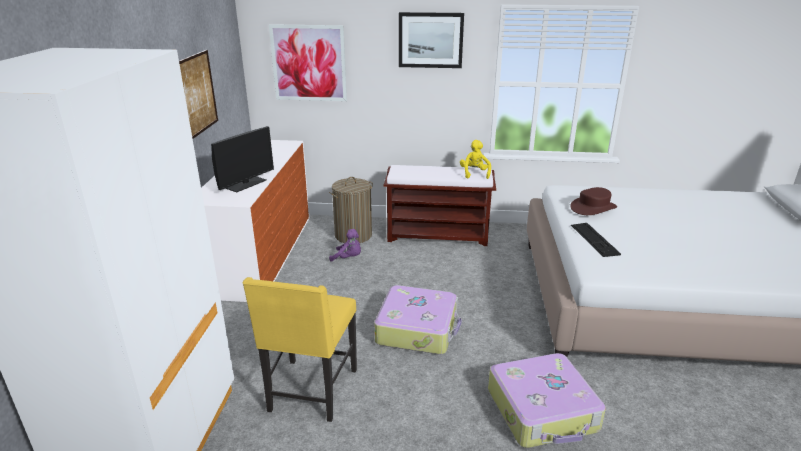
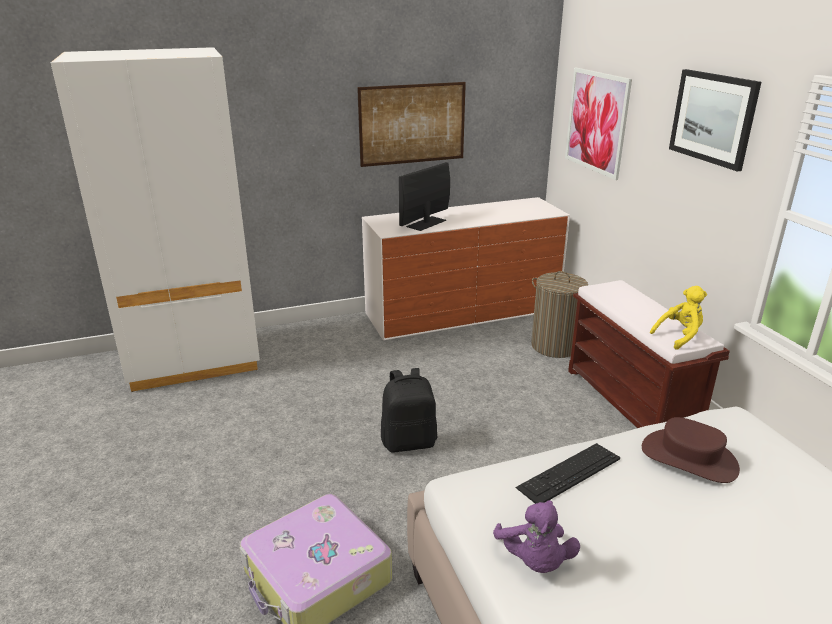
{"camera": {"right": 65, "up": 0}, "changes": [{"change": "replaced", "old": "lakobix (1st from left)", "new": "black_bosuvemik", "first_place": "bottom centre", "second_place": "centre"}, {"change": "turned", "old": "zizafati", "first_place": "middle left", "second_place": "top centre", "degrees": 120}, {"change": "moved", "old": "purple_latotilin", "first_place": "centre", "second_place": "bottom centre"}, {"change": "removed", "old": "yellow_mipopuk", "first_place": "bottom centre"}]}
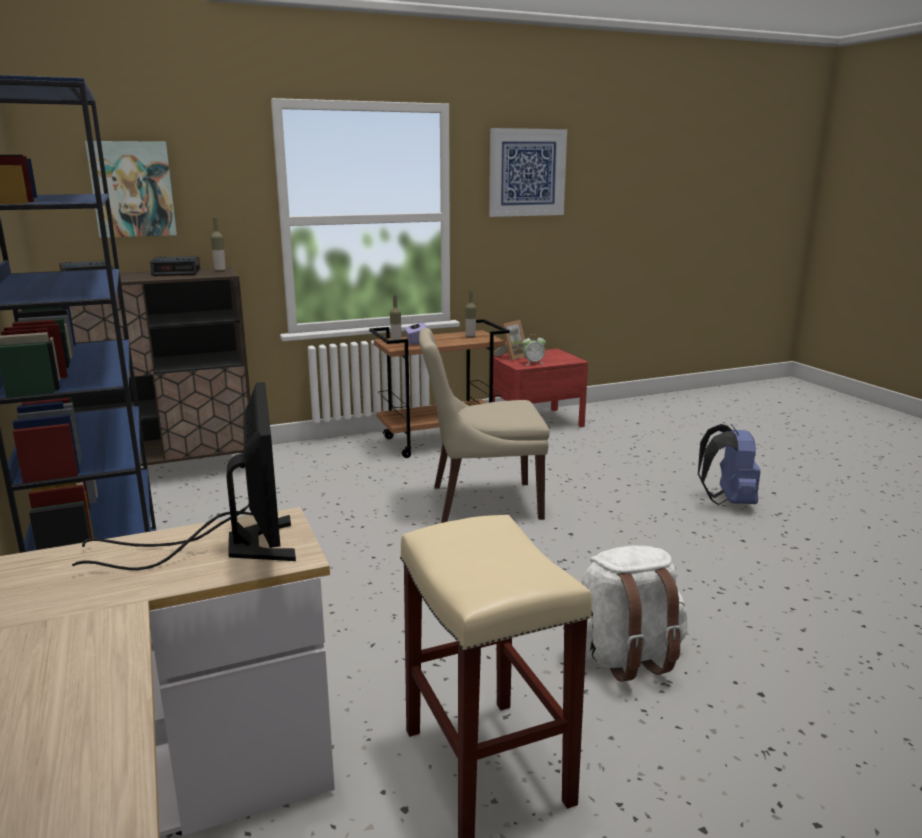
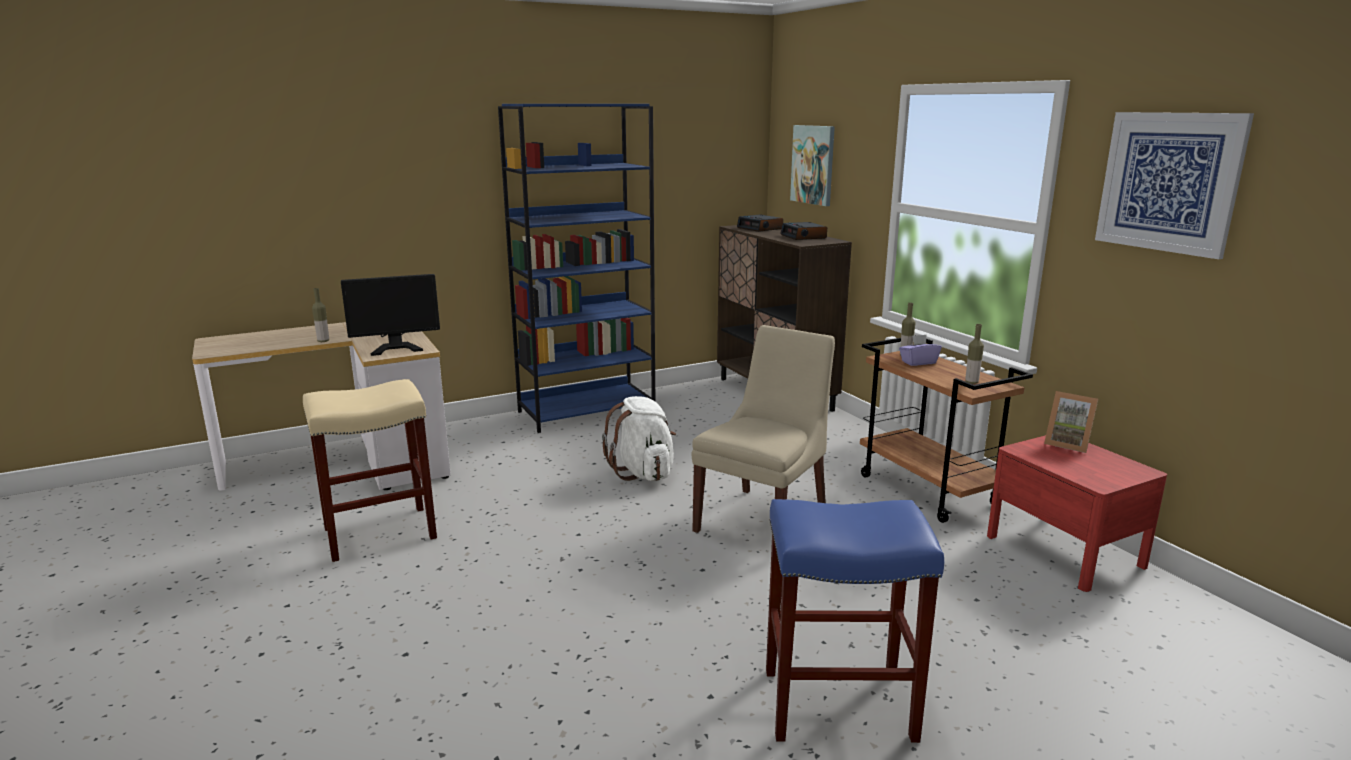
{"camera": {"right": 85, "up": 0}, "changes": [{"change": "moved", "old": "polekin (1st from left)", "first_place": "top left", "second_place": "middle left"}, {"change": "moved", "old": "white_bosuvemik", "first_place": "bottom right", "second_place": "centre"}, {"change": "turned", "old": "beige_mipopuk", "first_place": "centre", "second_place": "centre", "degrees": 45}, {"change": "replaced", "old": "blue_bosuvemik", "new": "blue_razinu", "first_place": "middle right", "second_place": "bottom centre"}, {"change": "removed", "old": "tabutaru (3rd from left)", "first_place": "centre"}]}
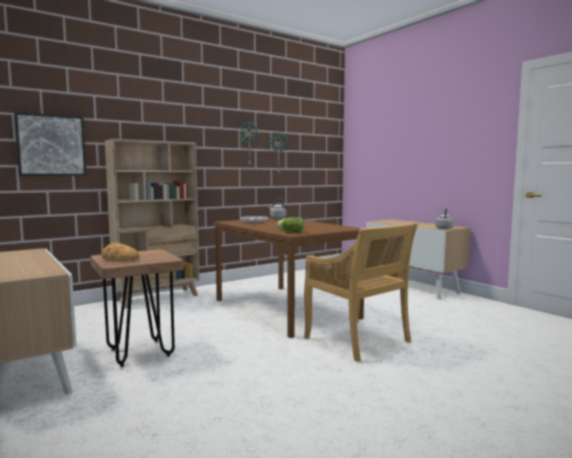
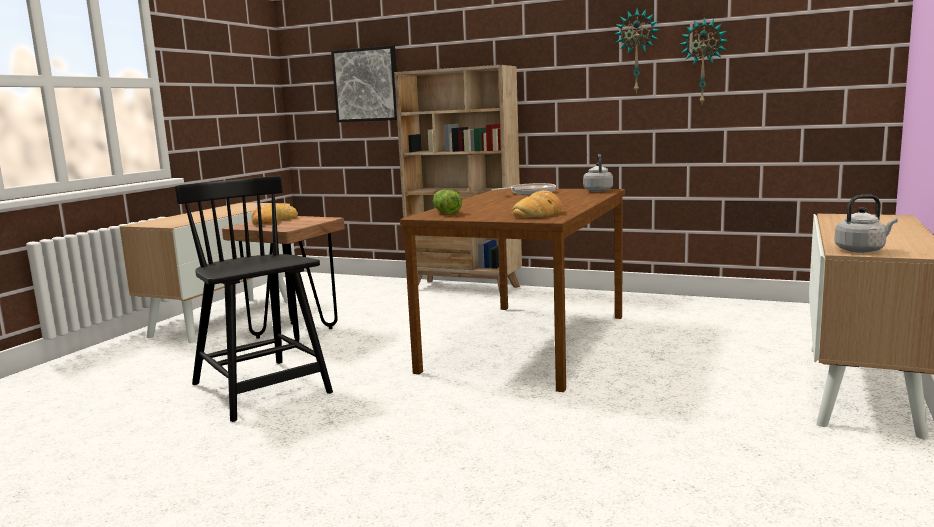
{"camera": {"right": 60, "up": 5}, "changes": [{"change": "added", "new": "black_mipopuk", "second_place": "middle left"}, {"change": "added", "new": "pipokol (2nd from left)", "second_place": "centre"}, {"change": "removed", "old": "beige_mipopuk", "first_place": "centre"}]}
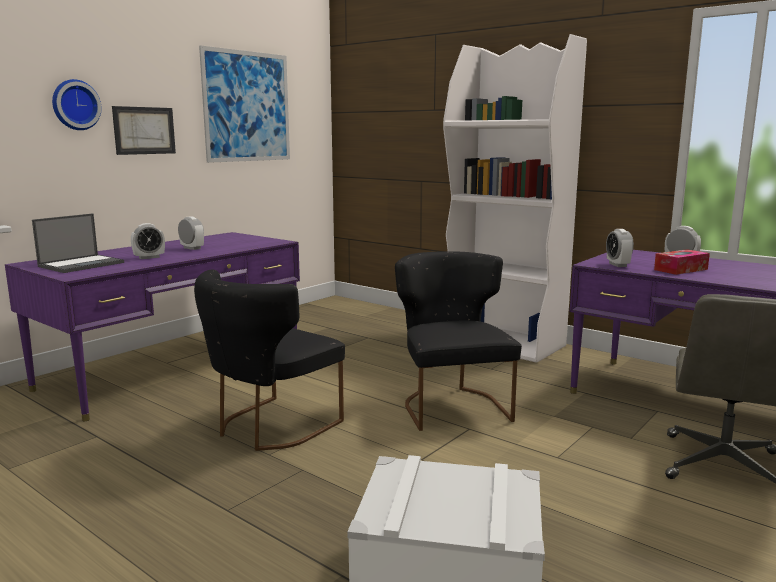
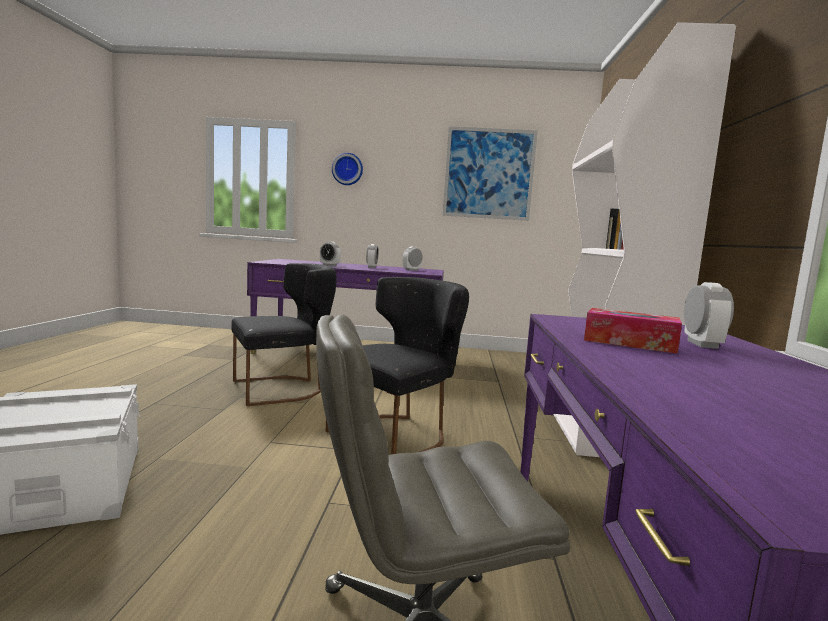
{"camera": {"right": 55, "up": -5}, "changes": [{"change": "turned", "old": "black_mipopuk (1st from left)", "first_place": "centre", "second_place": "centre", "degrees": 150}, {"change": "moved", "old": "tabutaru (3rd from left)", "first_place": "middle right", "second_place": "centre"}, {"change": "removed", "old": "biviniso", "first_place": "middle left"}, {"change": "removed", "old": "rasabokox (1st from left)", "first_place": "top left"}]}
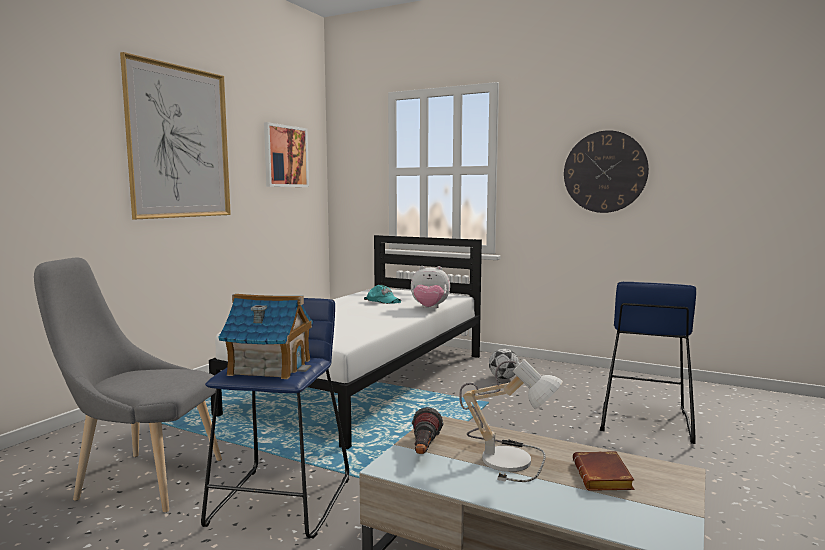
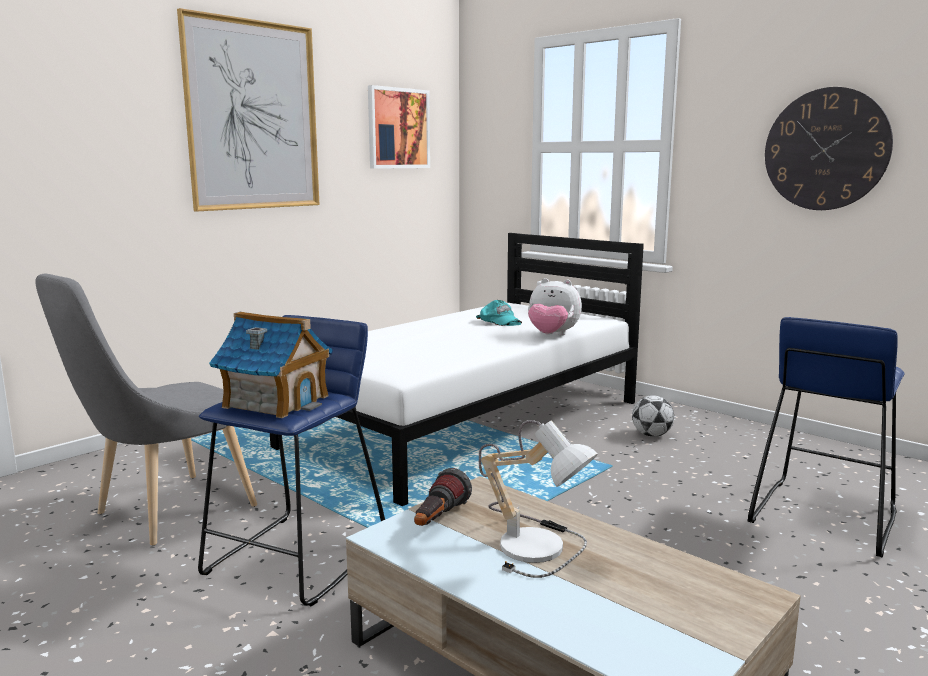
{"camera": {"right": 15, "up": 5}, "changes": [{"change": "turned", "old": "grey_mipopuk", "first_place": "bottom left", "second_place": "middle left", "degrees": -75}, {"change": "removed", "old": "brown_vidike", "first_place": "bottom right"}]}
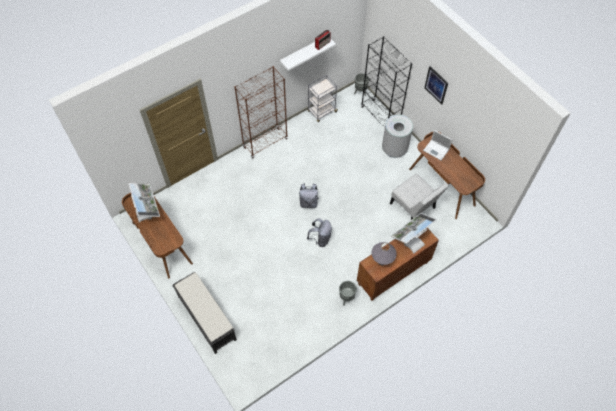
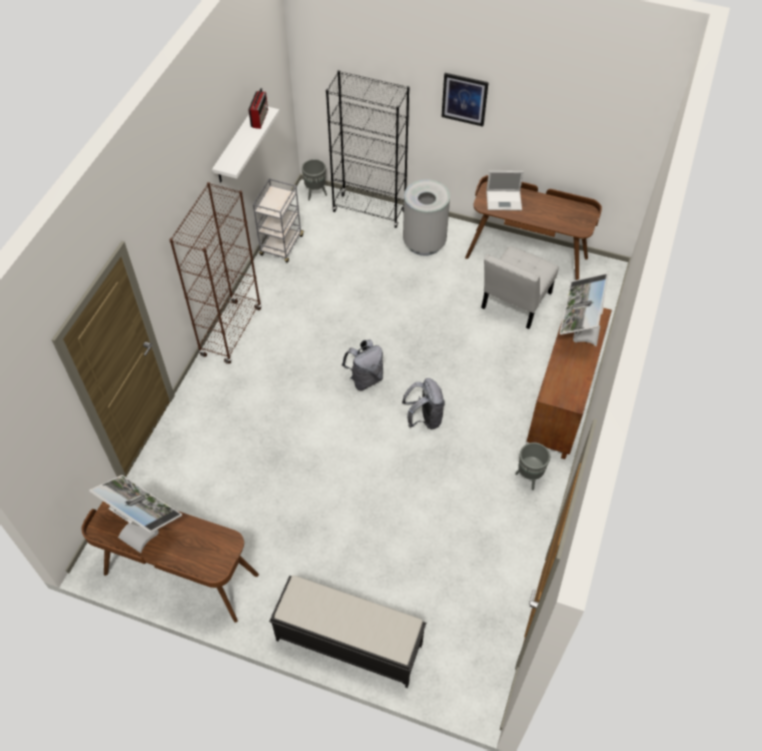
{"camera": {"right": -35, "up": -5}, "changes": [{"change": "turned", "old": "white_mipopuk", "first_place": "middle right", "second_place": "middle right", "degrees": 105}, {"change": "removed", "old": "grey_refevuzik", "first_place": "centre"}]}
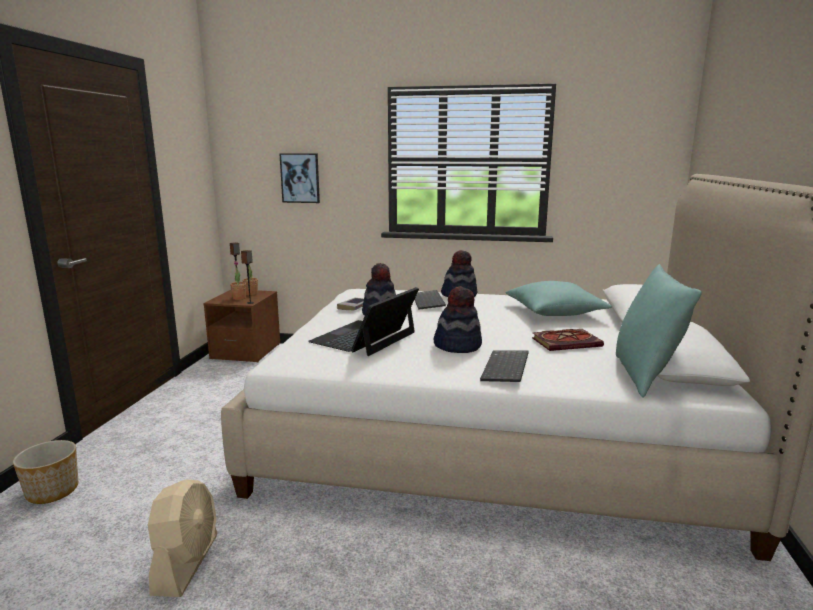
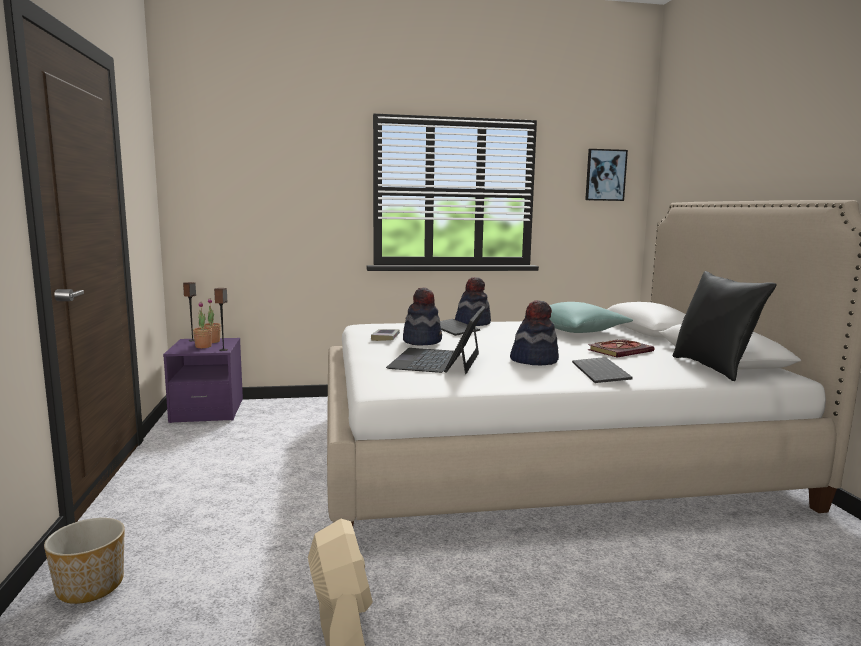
{"camera": {"right": -20, "up": -5}, "changes": [{"change": "recoloured", "old": "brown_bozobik", "new": "purple_bozobik", "first_place": "middle left", "second_place": "middle left"}, {"change": "moved", "old": "rasabokox", "first_place": "top centre", "second_place": "top right"}, {"change": "recoloured", "old": "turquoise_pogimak (2nd from left)", "new": "black_pogimak", "first_place": "middle right", "second_place": "middle right"}]}
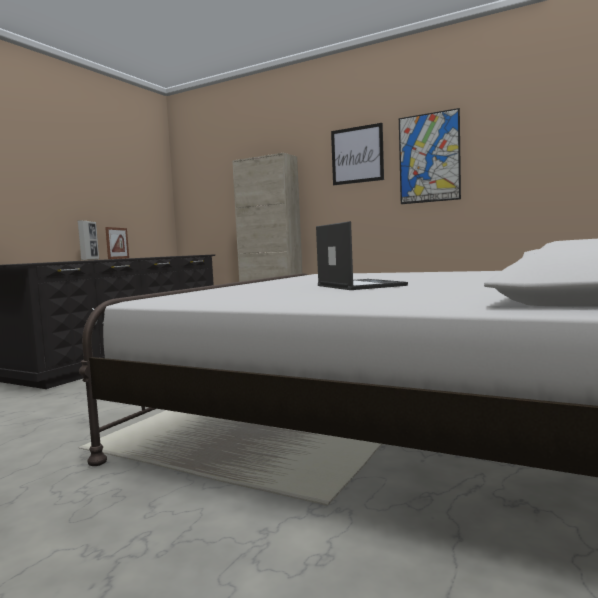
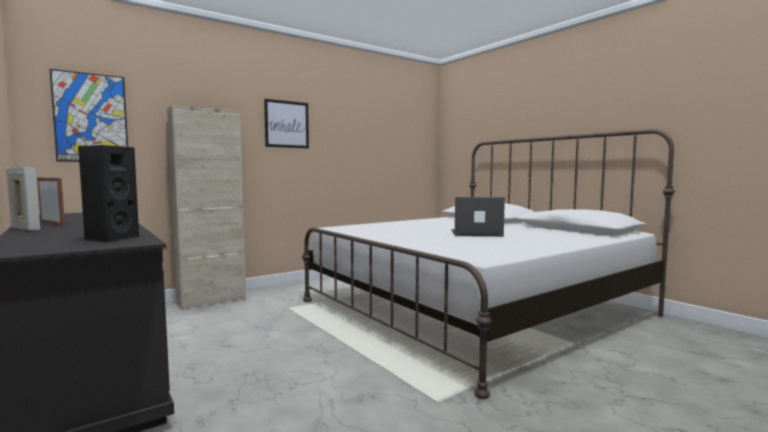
{"camera": {"right": -65, "up": 0}, "changes": [{"change": "moved", "old": "rasabokox (2nd from left in the first image)", "new": "rasabokox (1st from left)", "first_place": "top right", "second_place": "top left"}, {"change": "added", "new": "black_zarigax", "second_place": "middle left"}]}
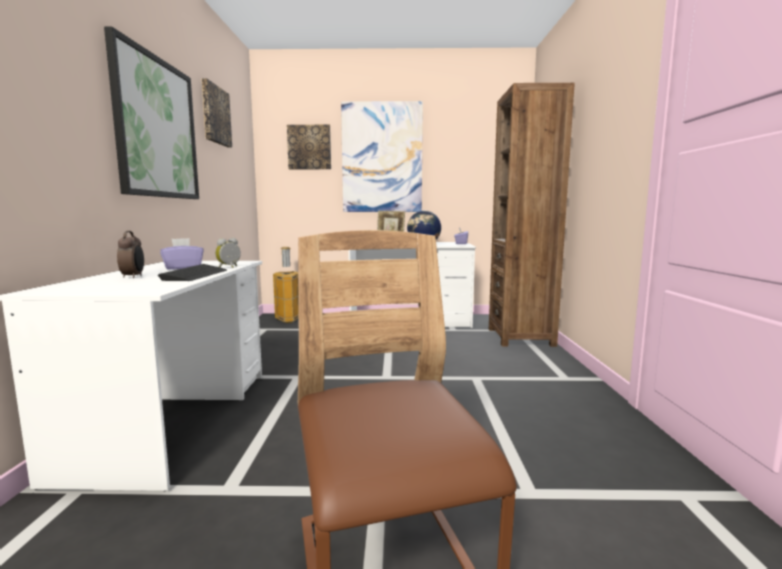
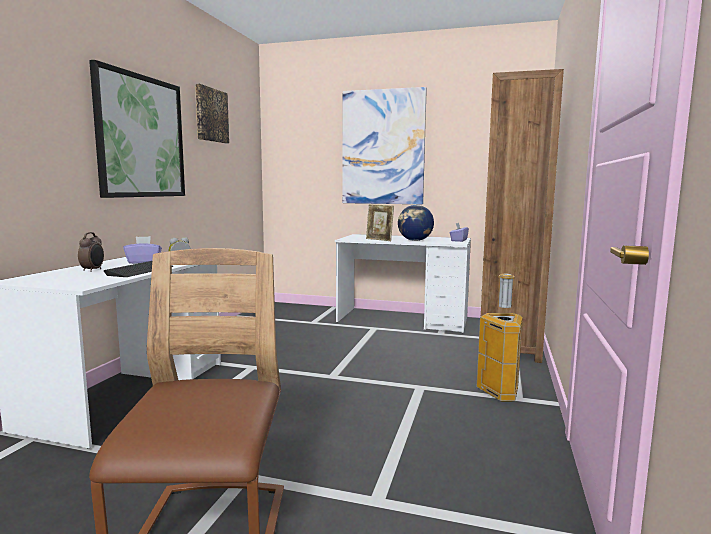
{"camera": {"right": 15, "up": 0}, "changes": [{"change": "moved", "old": "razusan", "first_place": "centre", "second_place": "middle right"}, {"change": "removed", "old": "rasabokox (3rd from left)", "first_place": "top centre"}]}
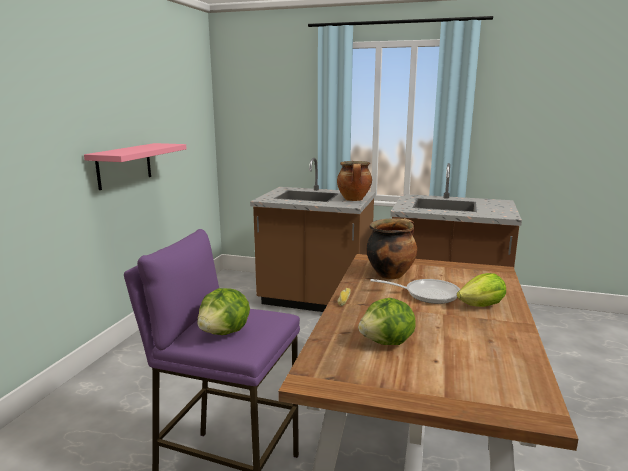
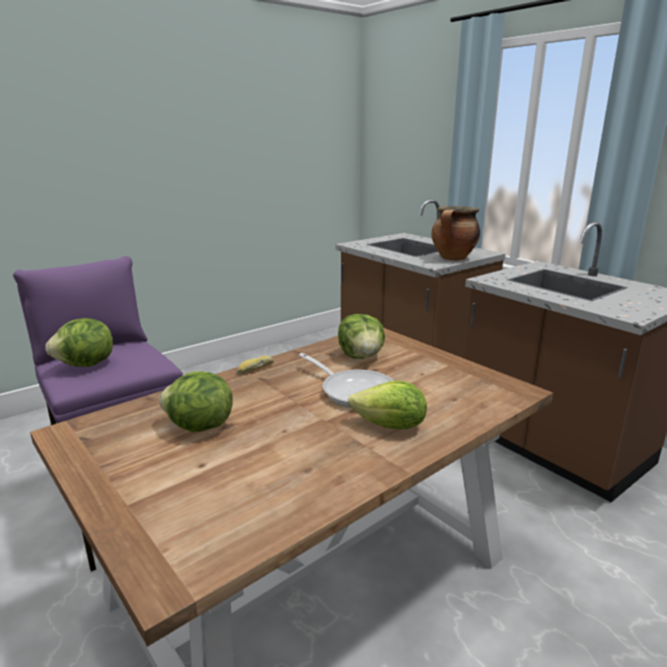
{"camera": {"right": 35, "up": 5}, "changes": [{"change": "replaced", "old": "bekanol (2nd from left)", "new": "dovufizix (3rd from left)", "first_place": "centre", "second_place": "centre"}, {"change": "removed", "old": "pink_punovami", "first_place": "middle left"}]}
